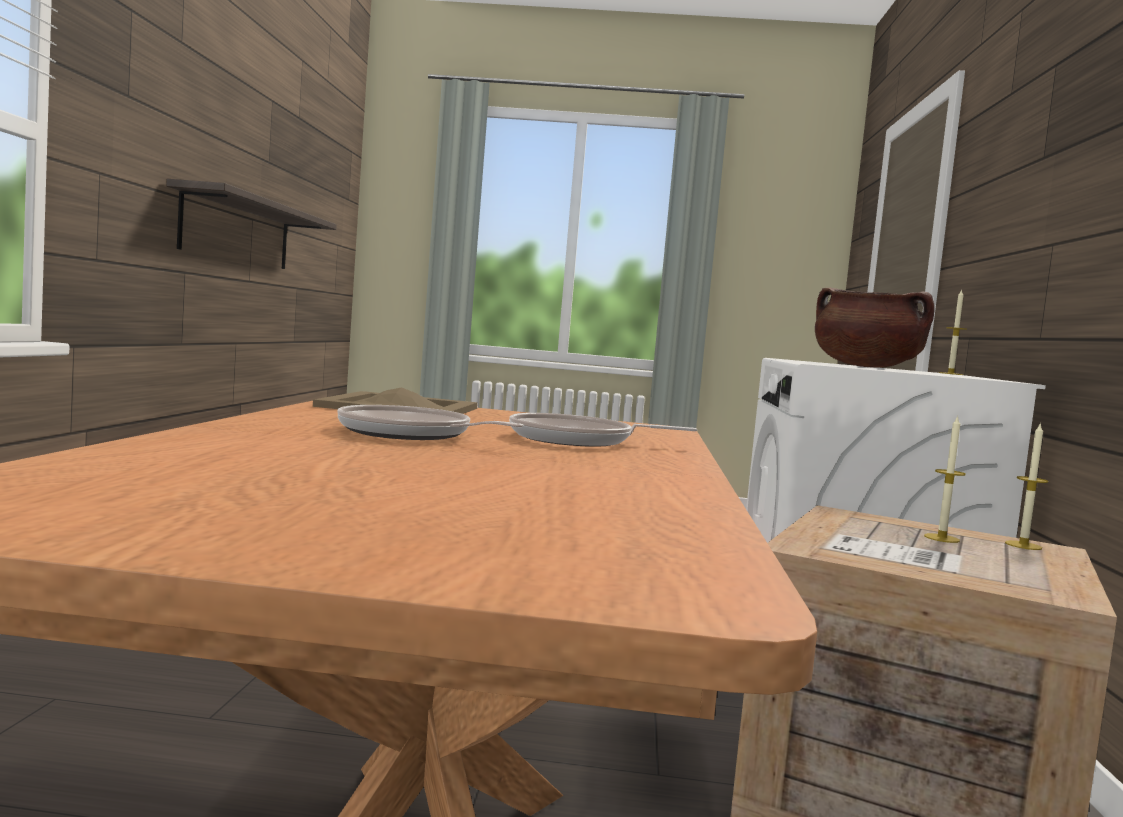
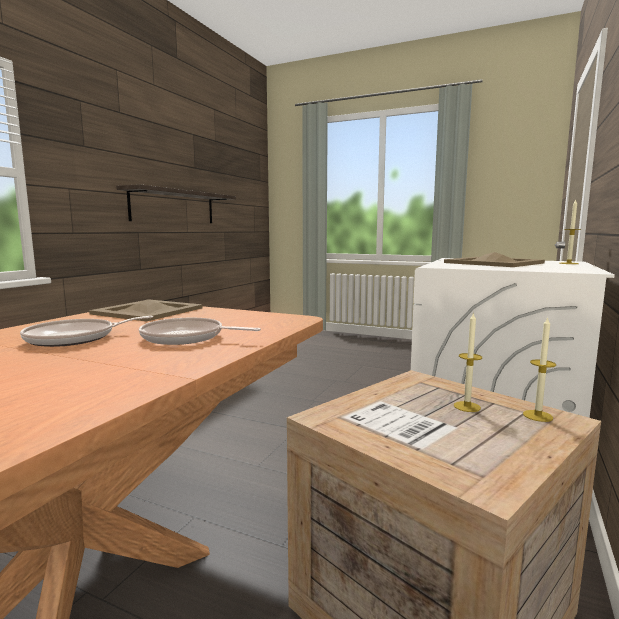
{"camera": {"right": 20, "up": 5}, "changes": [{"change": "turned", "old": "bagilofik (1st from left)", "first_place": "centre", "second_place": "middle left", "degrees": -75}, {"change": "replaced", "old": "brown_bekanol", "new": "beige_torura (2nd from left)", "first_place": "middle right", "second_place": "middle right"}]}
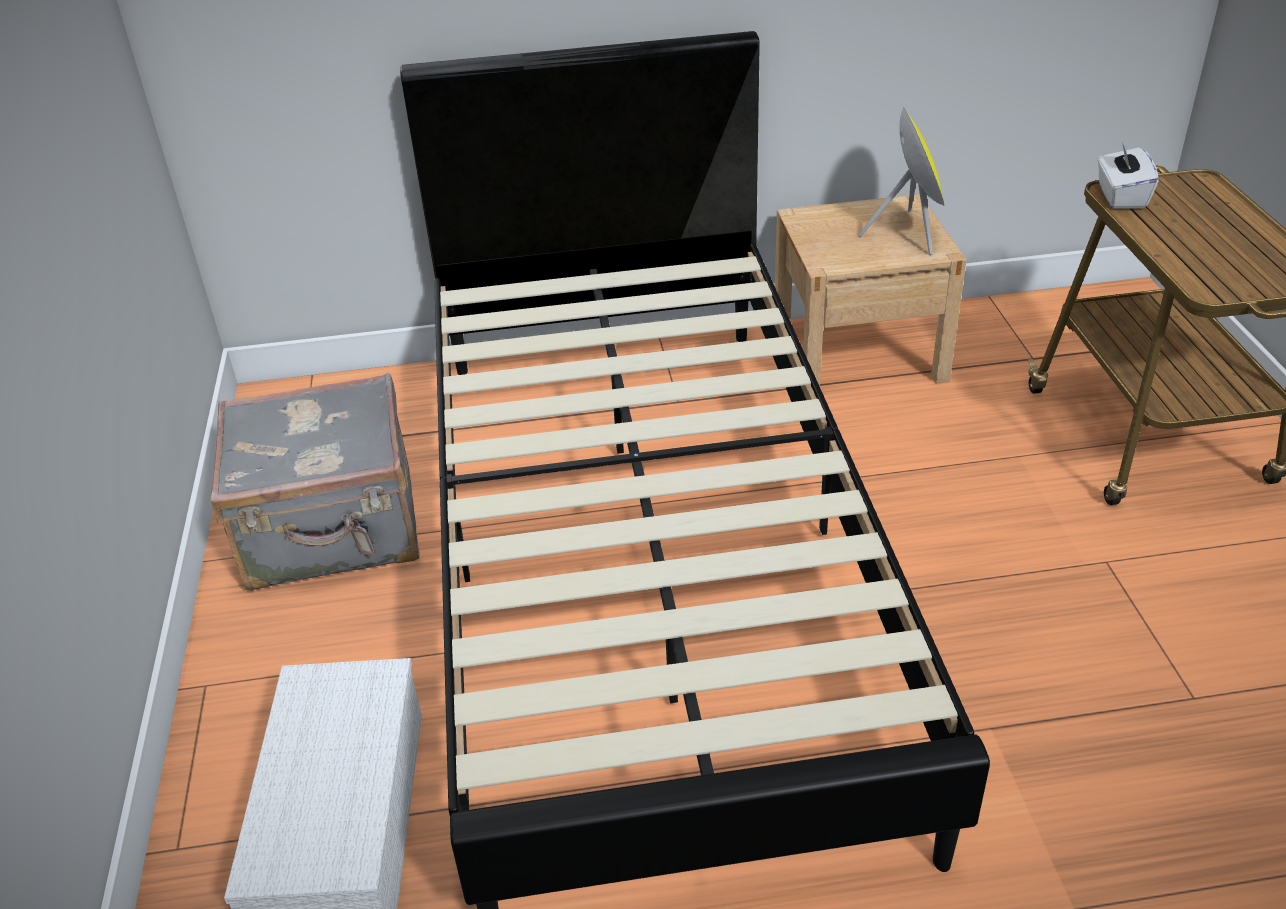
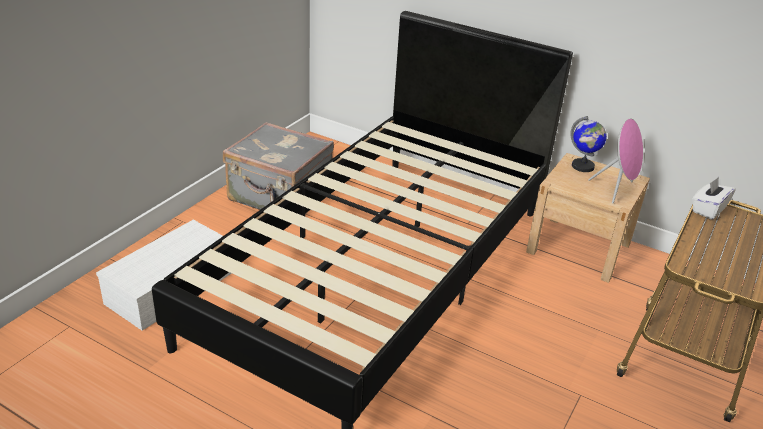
{"camera": {"right": 35, "up": -5}, "changes": [{"change": "added", "new": "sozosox", "second_place": "middle right"}, {"change": "recoloured", "old": "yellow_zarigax", "new": "pink_zarigax", "first_place": "top right", "second_place": "middle right"}]}
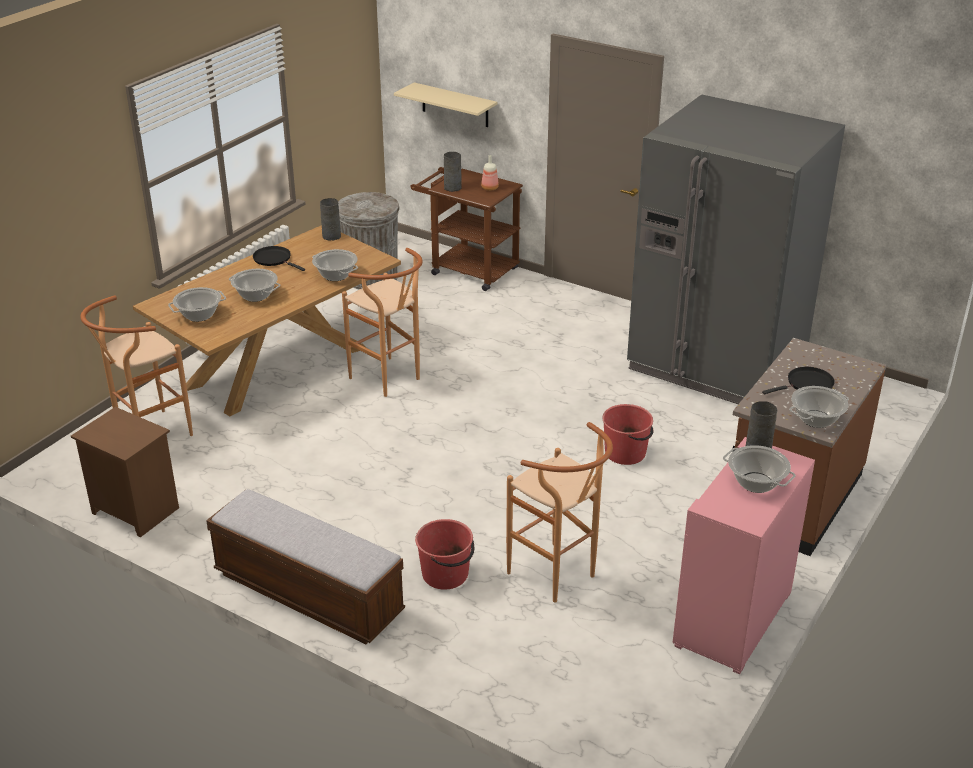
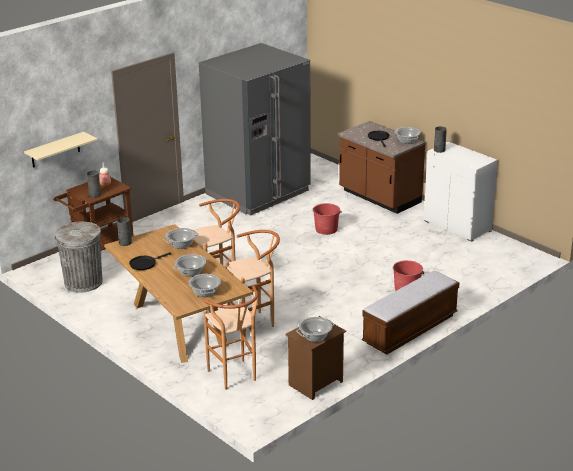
{"camera": {"right": -75, "up": -5}, "changes": [{"change": "moved", "old": "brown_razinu (3rd from left)", "first_place": "bottom centre", "second_place": "centre"}, {"change": "moved", "old": "bekanol (4th from left)", "first_place": "middle right", "second_place": "bottom centre"}, {"change": "recoloured", "old": "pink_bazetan", "new": "white_bazetan", "first_place": "bottom right", "second_place": "middle right"}]}
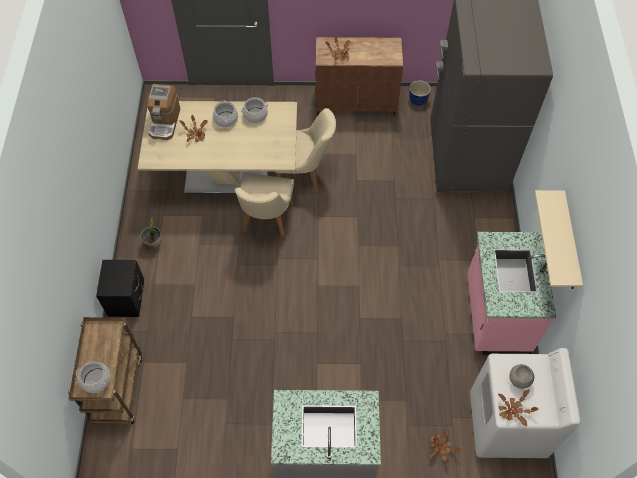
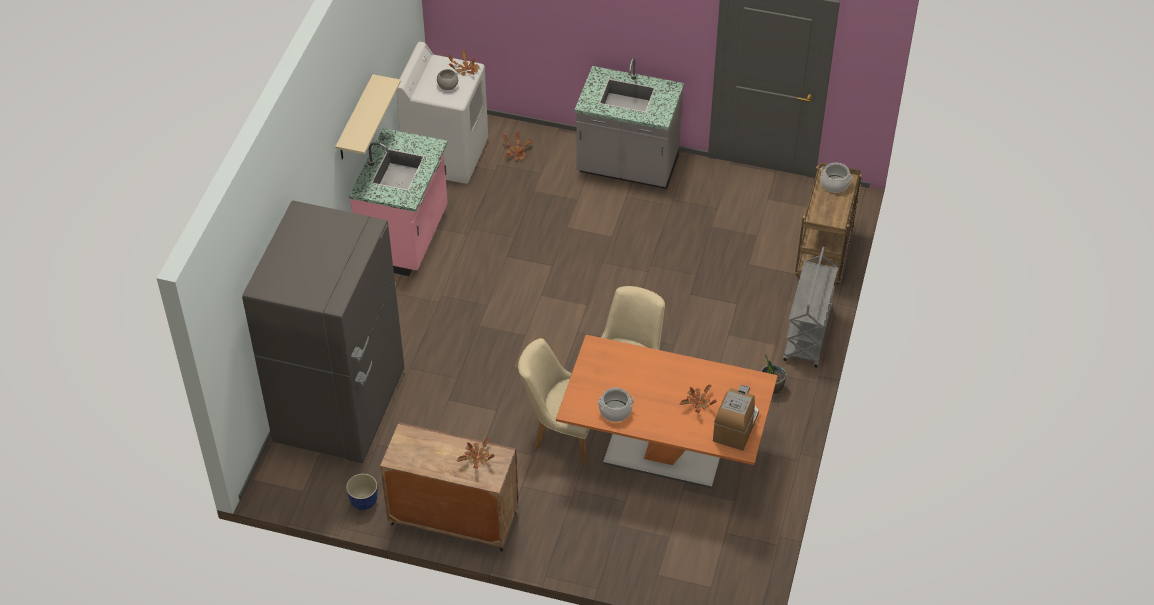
{"camera": {"right": -165, "up": -10}, "changes": [{"change": "recoloured", "old": "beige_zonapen", "new": "orange_zonapen", "first_place": "top centre", "second_place": "bottom centre"}, {"change": "replaced", "old": "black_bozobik", "new": "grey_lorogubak", "first_place": "middle left", "second_place": "middle right"}, {"change": "removed", "old": "bekanol (2nd from left)", "first_place": "top centre"}]}
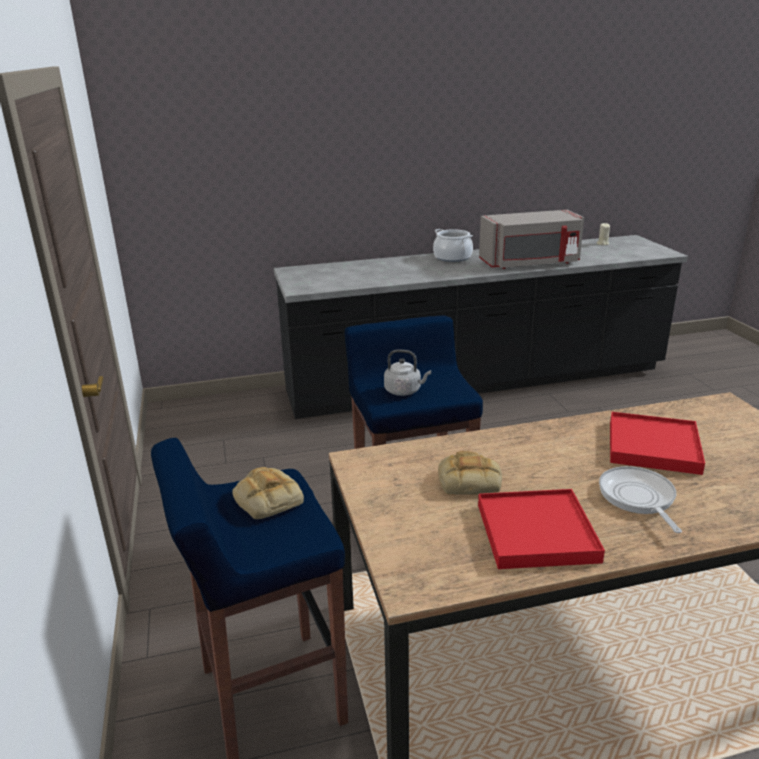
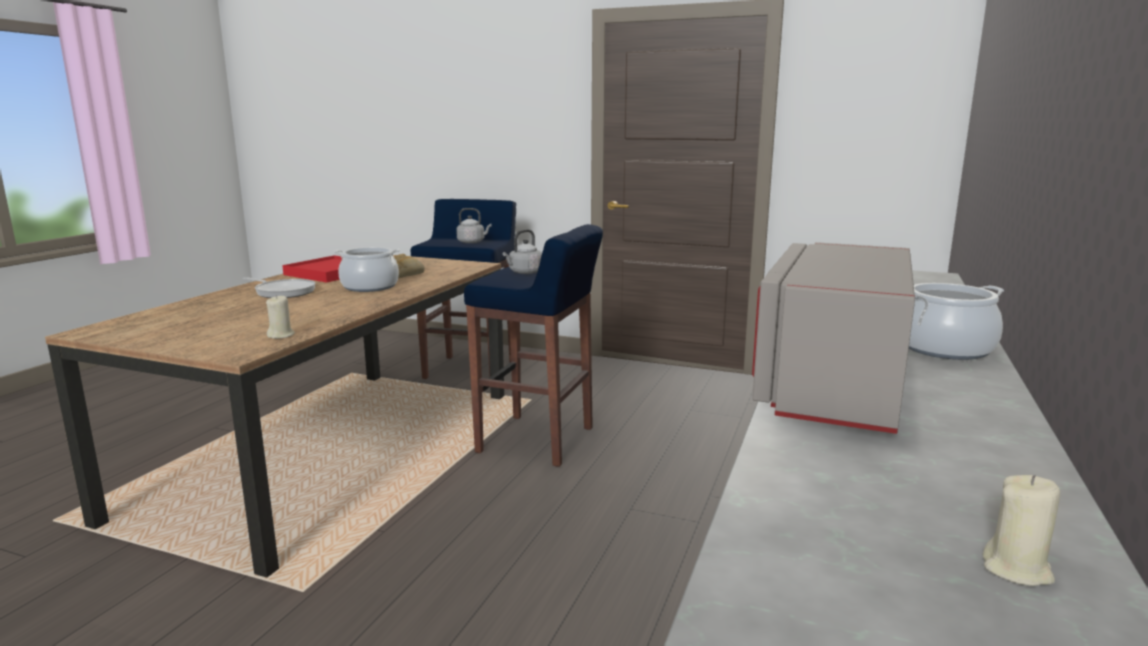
{"camera": {"right": 125, "up": -10}, "changes": [{"change": "added", "new": "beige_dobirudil (1st from left)", "second_place": "middle left"}, {"change": "added", "new": "bekanol (1st from left)", "second_place": "middle left"}, {"change": "replaced", "old": "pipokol (1st from left)", "new": "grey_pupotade (1st from left)", "first_place": "centre", "second_place": "centre"}, {"change": "removed", "old": "red_torura (2nd from left)", "first_place": "middle right"}]}
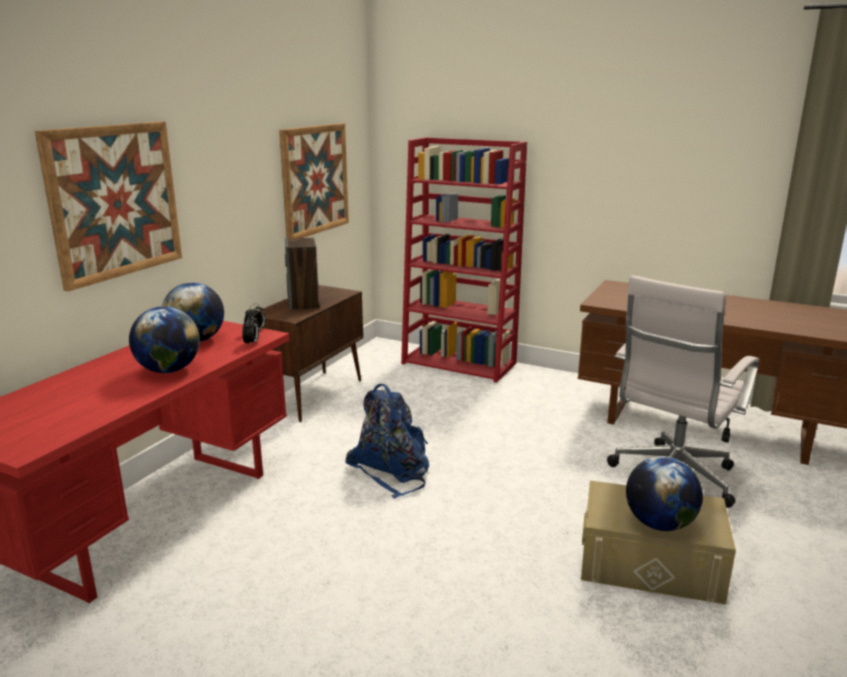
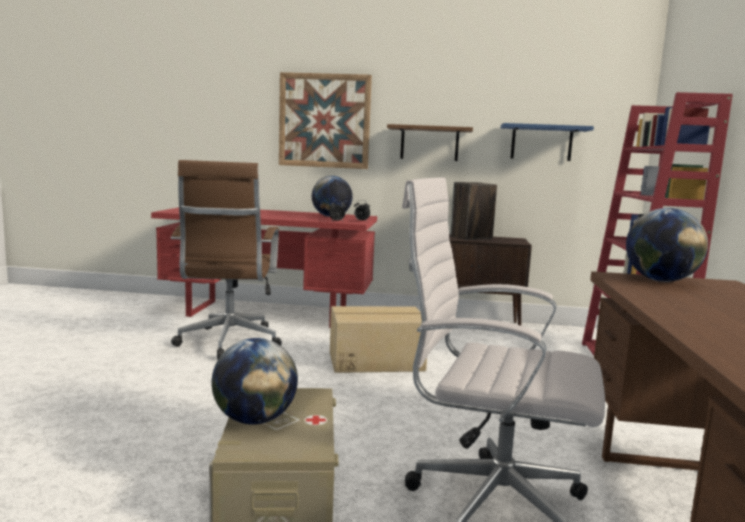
{"camera": {"right": 70, "up": -10}, "changes": [{"change": "added", "new": "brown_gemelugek", "second_place": "middle left"}, {"change": "replaced", "old": "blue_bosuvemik", "new": "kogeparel", "first_place": "centre", "second_place": "centre"}, {"change": "added", "new": "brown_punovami", "second_place": "top centre"}, {"change": "replaced", "old": "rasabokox (2nd from left)", "new": "blue_punovami", "first_place": "top centre", "second_place": "top right"}, {"change": "moved", "old": "sozosox (1st from left in the first image)", "new": "sozosox (3rd from left)", "first_place": "middle left", "second_place": "middle right"}]}
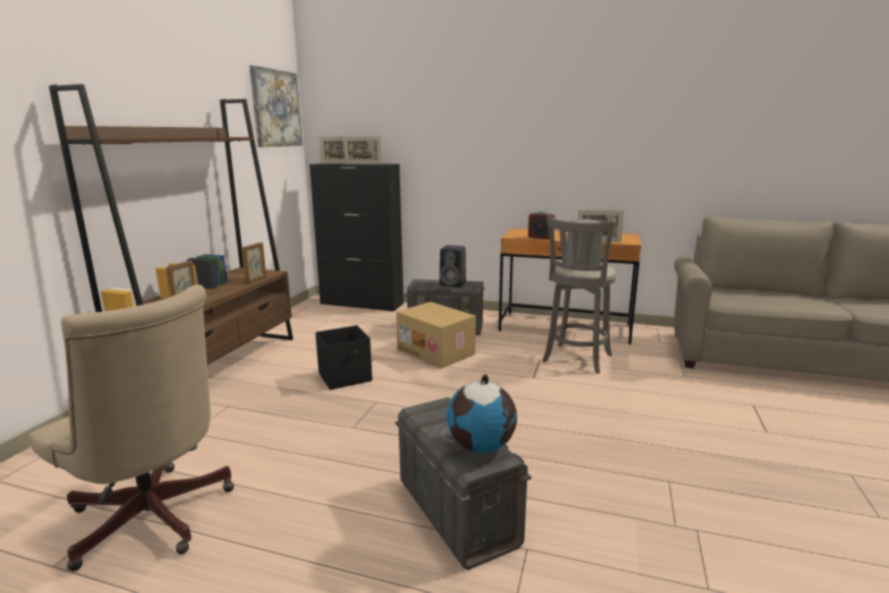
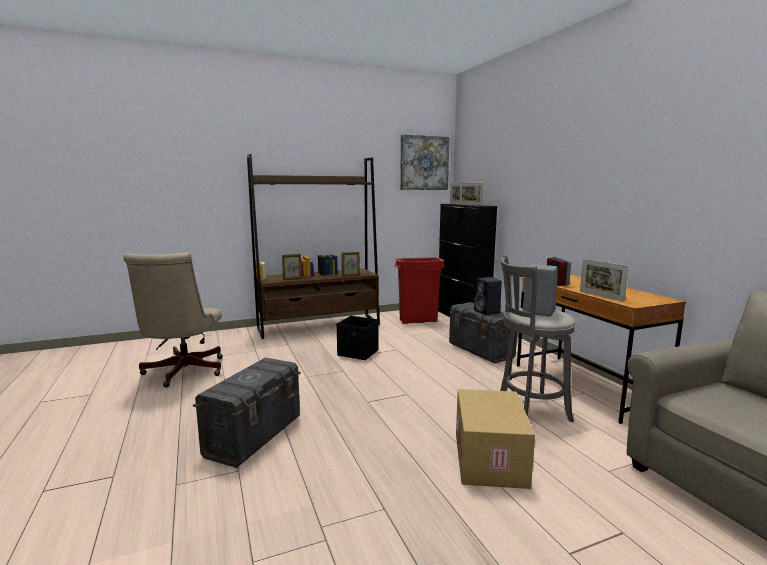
{"camera": {"right": 50, "up": -5}, "changes": [{"change": "added", "new": "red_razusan", "second_place": "centre"}, {"change": "moved", "old": "kogeparel", "first_place": "centre", "second_place": "bottom centre"}, {"change": "removed", "old": "sozosox", "first_place": "bottom centre"}]}
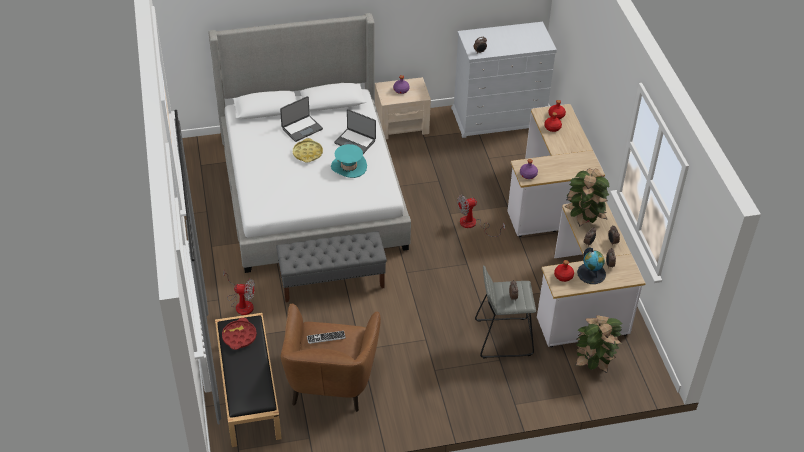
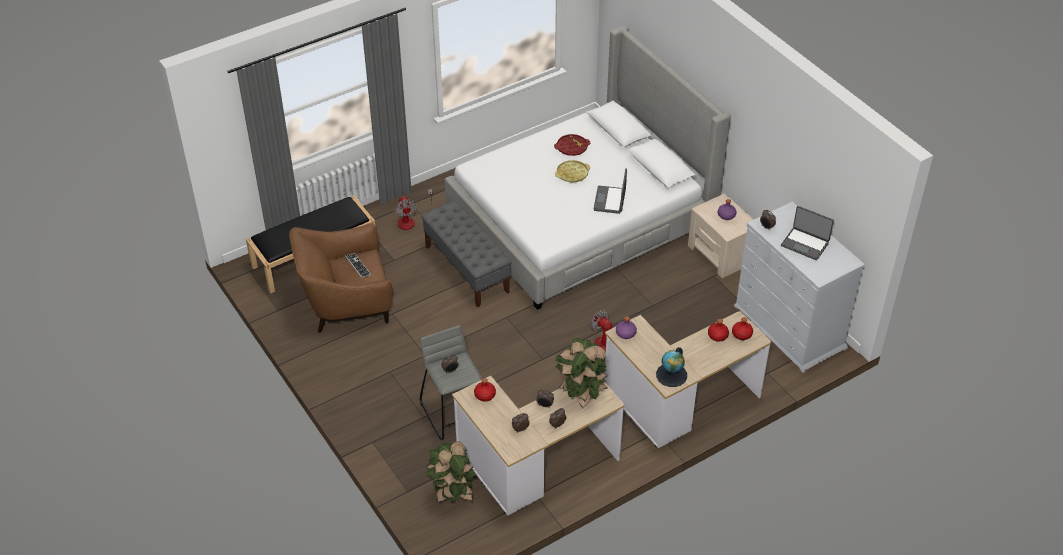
{"camera": {"right": 70, "up": 0}, "changes": [{"change": "moved", "old": "red_torura", "first_place": "bottom left", "second_place": "top centre"}, {"change": "moved", "old": "sozosox", "first_place": "middle right", "second_place": "centre"}, {"change": "moved", "old": "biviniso (1st from left in the first image)", "new": "biviniso (2nd from left)", "first_place": "top centre", "second_place": "middle right"}, {"change": "removed", "old": "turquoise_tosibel", "first_place": "centre"}]}
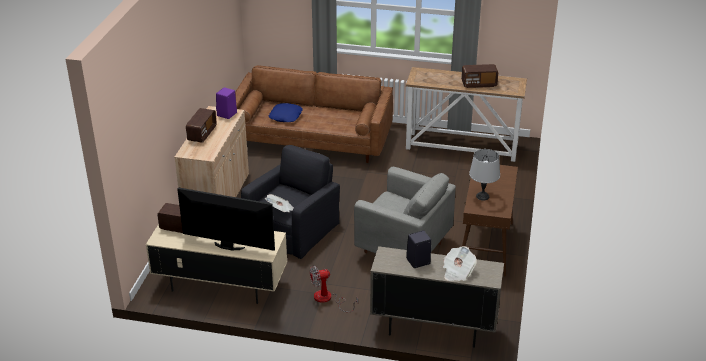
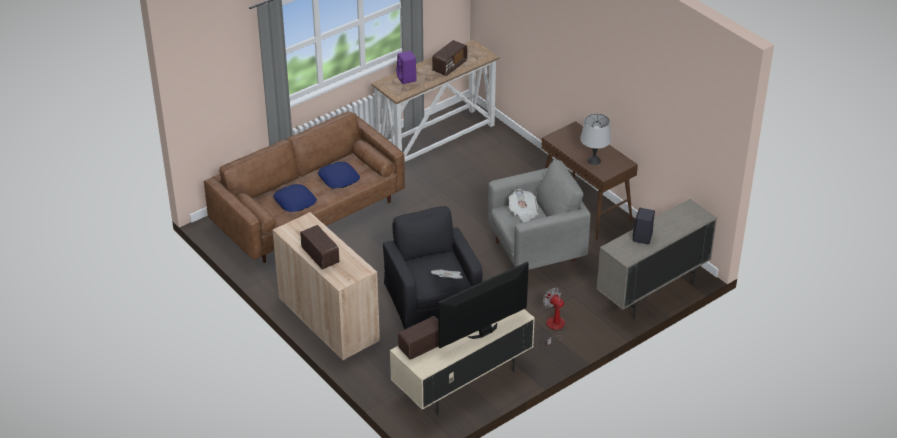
{"camera": {"right": -50, "up": 5}, "changes": [{"change": "added", "new": "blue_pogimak (2nd from left)", "second_place": "centre"}, {"change": "moved", "old": "purple_zarigax", "first_place": "top left", "second_place": "top centre"}, {"change": "moved", "old": "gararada (2nd from left)", "first_place": "bottom centre", "second_place": "centre"}, {"change": "turned", "old": "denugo", "first_place": "bottom centre", "second_place": "bottom centre", "degrees": 120}]}
